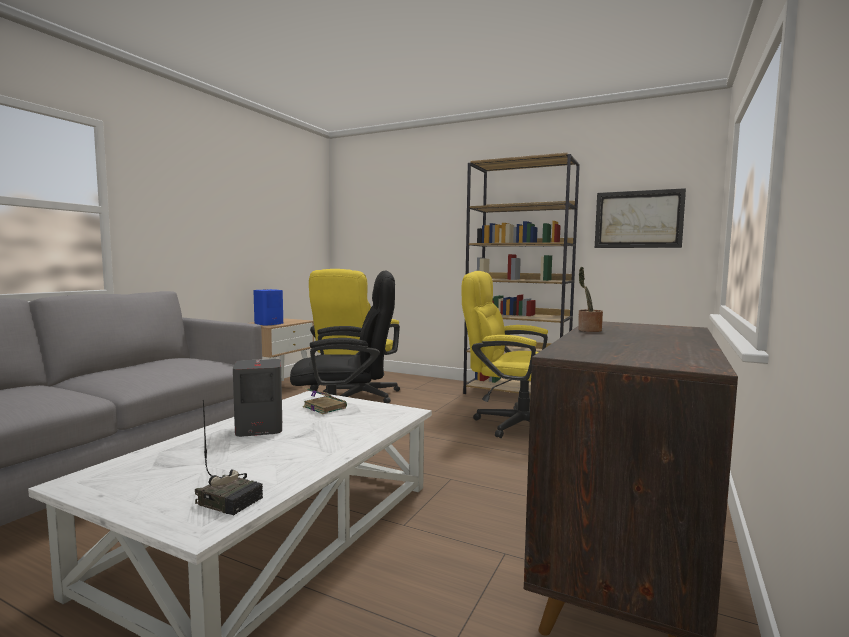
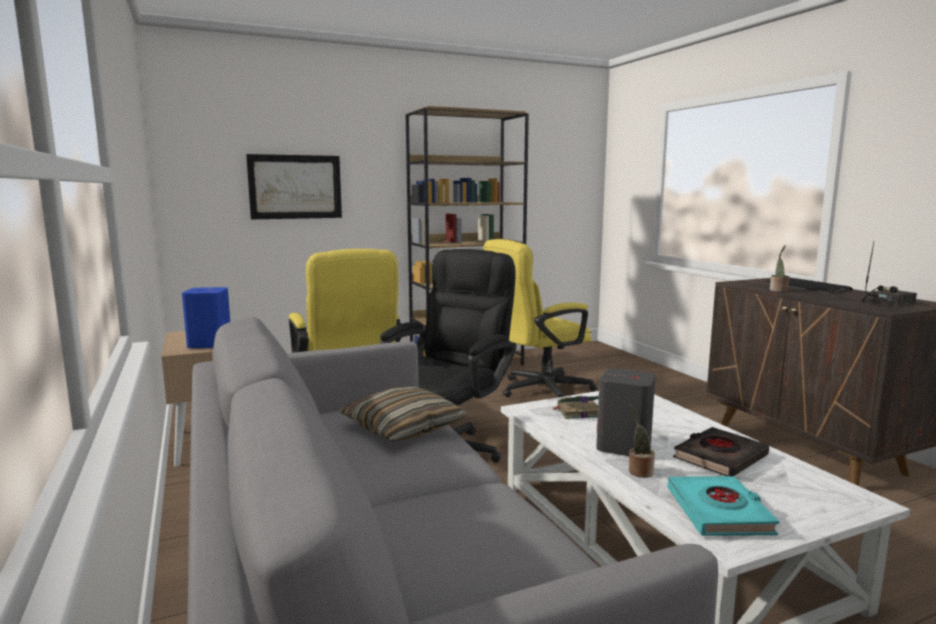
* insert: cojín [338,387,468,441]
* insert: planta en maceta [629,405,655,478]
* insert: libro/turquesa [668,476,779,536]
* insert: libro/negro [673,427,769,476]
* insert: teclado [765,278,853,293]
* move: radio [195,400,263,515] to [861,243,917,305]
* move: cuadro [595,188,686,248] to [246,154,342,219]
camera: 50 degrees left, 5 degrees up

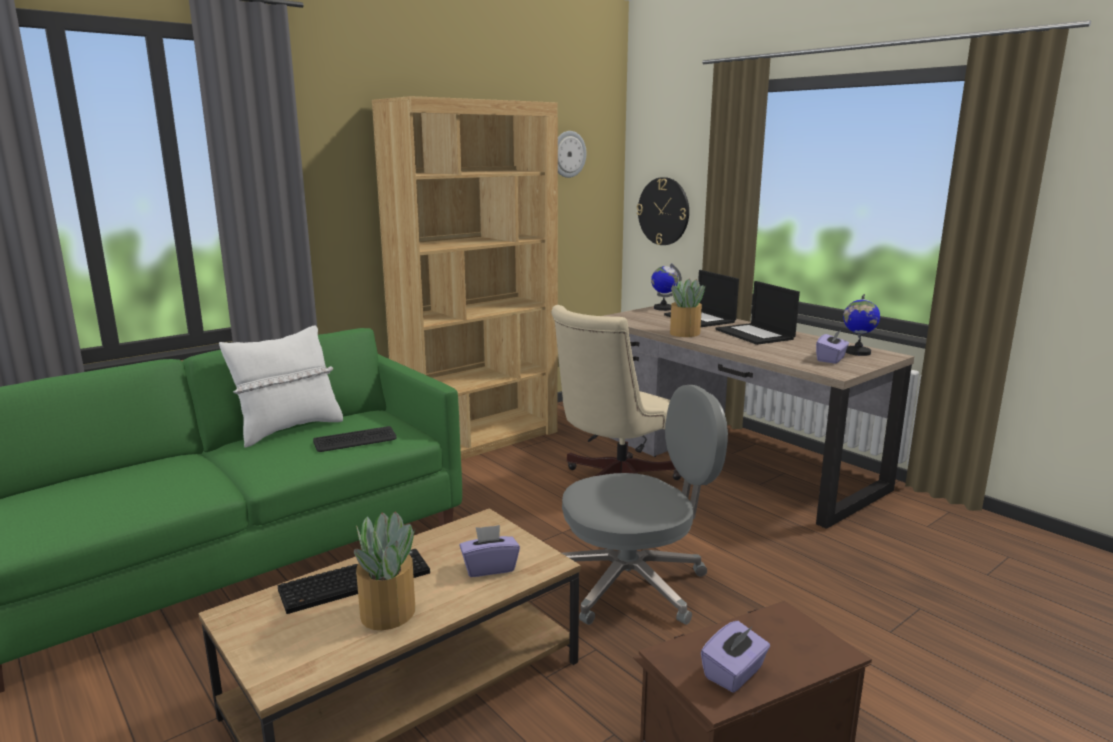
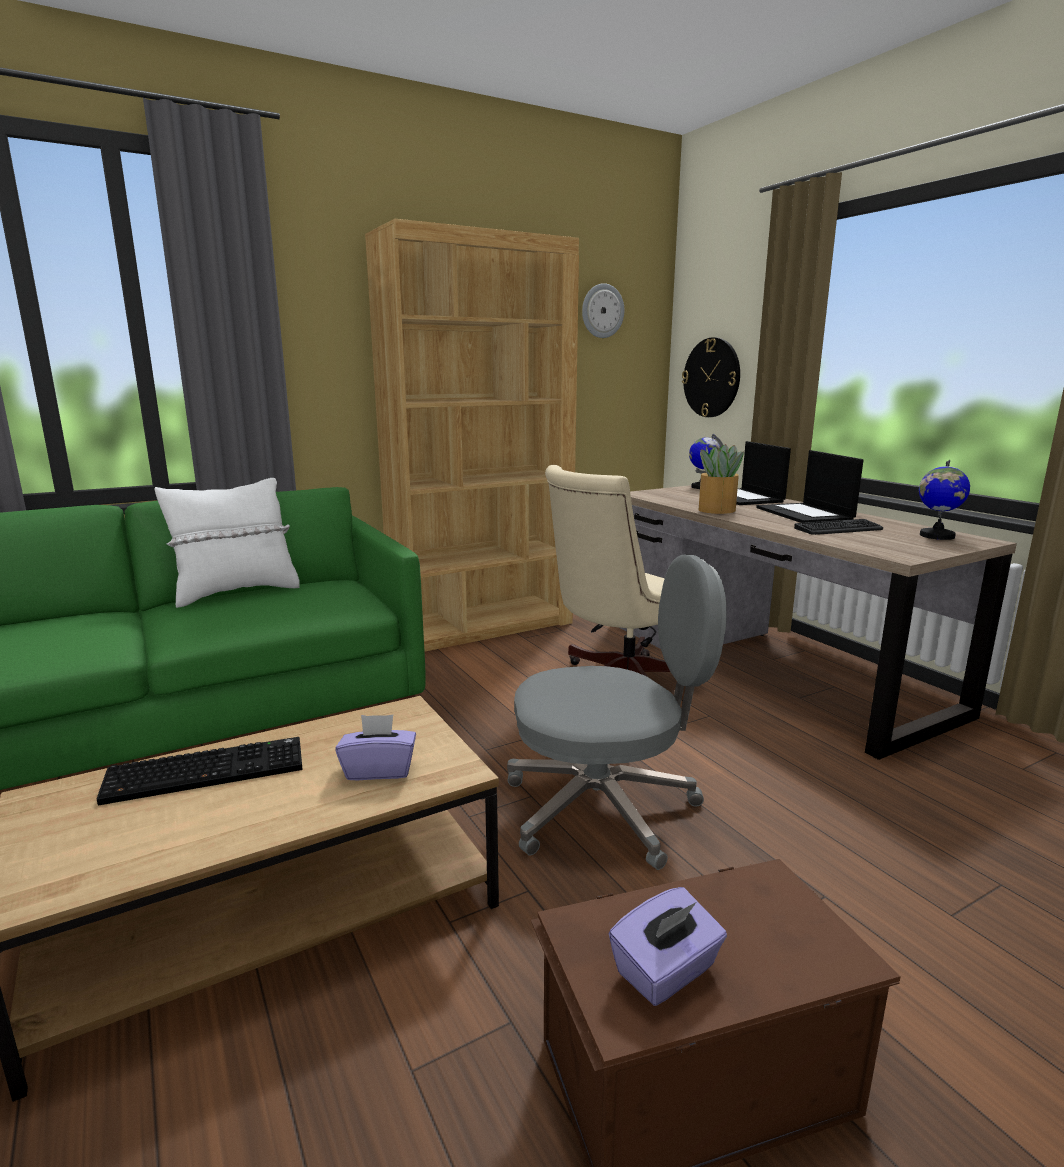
* delete: planta en maceta [354,512,415,630]
* delete: caja de pañuelos/morado [816,330,849,364]
* move: teclado [313,426,397,452] to [794,519,883,535]
camera: 10 degrees right, 0 degrees up

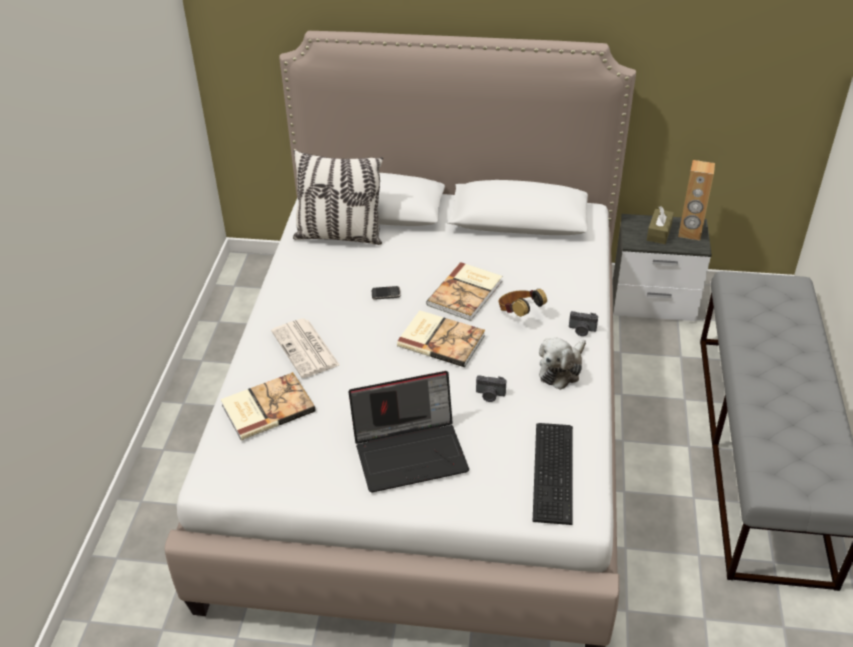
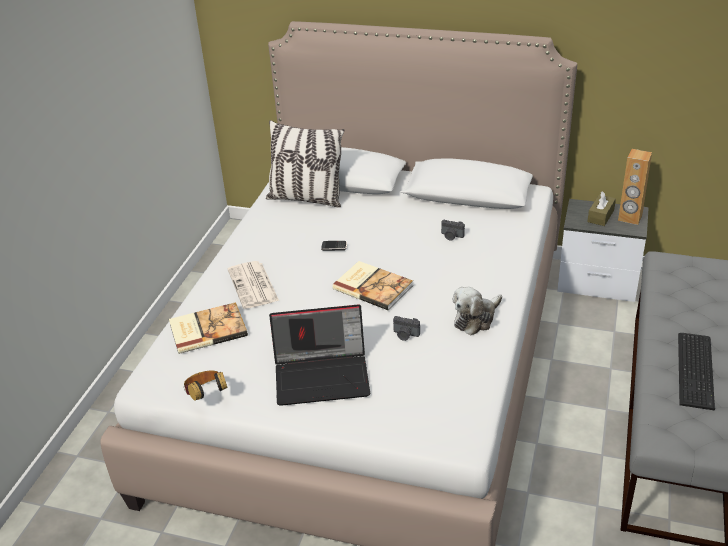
* delete: libro [426,262,502,321]
* move: auriculares [498,288,547,317] to [184,371,228,401]
* move: teclado [533,423,573,525] to [678,333,715,411]
* move: cámara [569,311,598,336] to [441,220,465,241]
camera: 10 degrees right, 5 degrees down

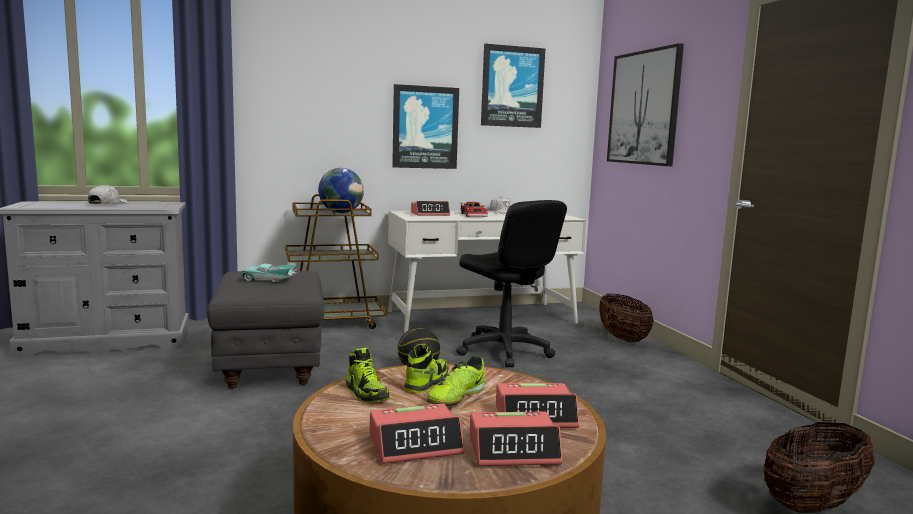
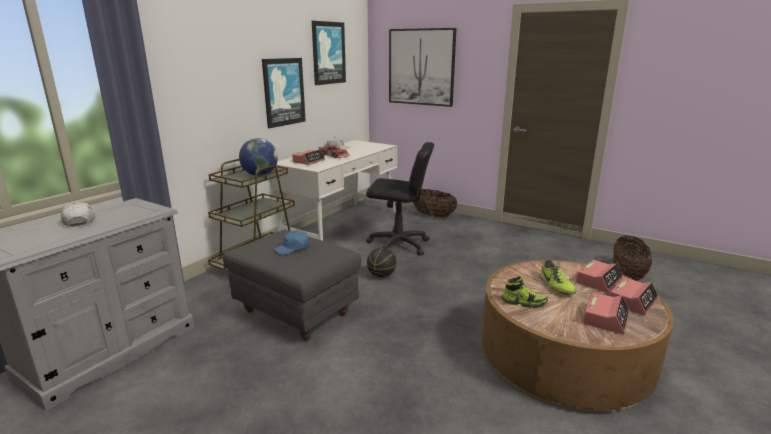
* delete: zapato [404,344,448,393]
* replace: coche de juguete/turquesa [242,264,298,283] to gorra/azul [274,231,310,255]
camera: 40 degrees left, 10 degrees up

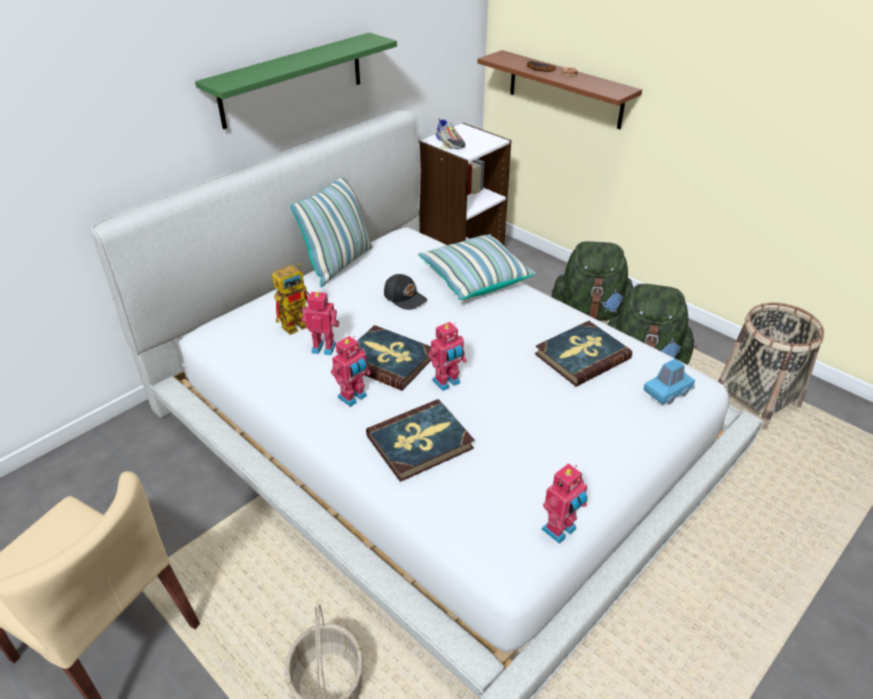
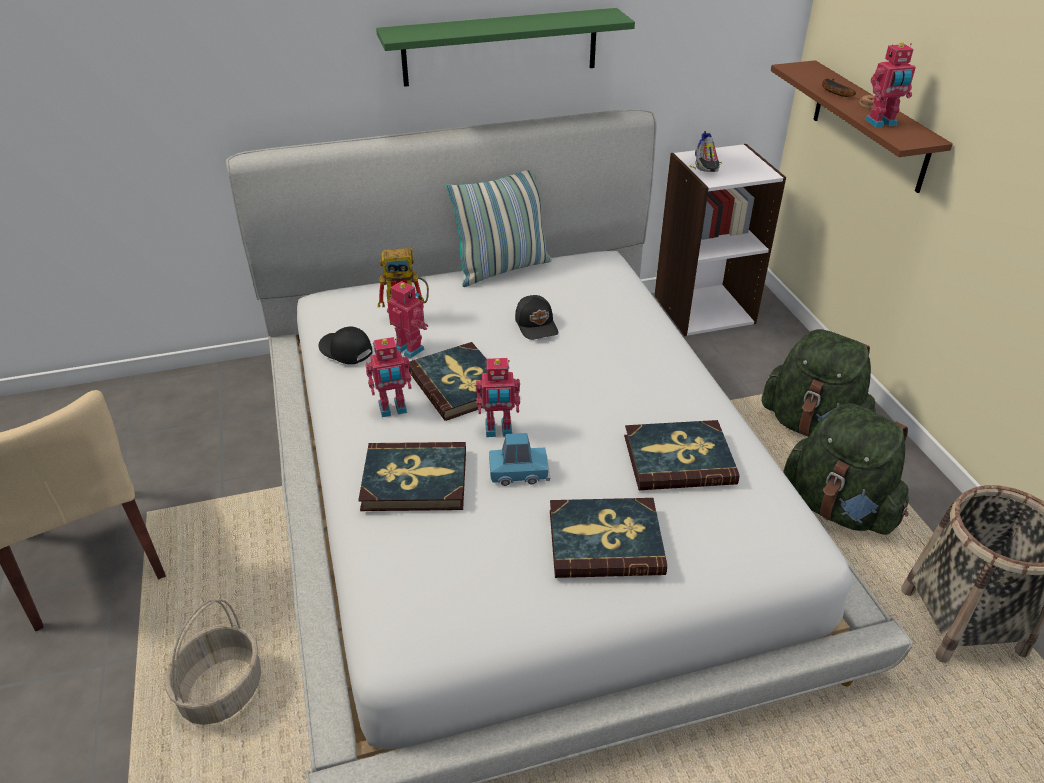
* delete: cojín [418,234,536,300]
* insert: gorra/negro [319,327,372,364]
* insert: libro [550,498,667,578]
* move: robot de juguete [542,463,587,544] to [865,42,916,128]
* move: coche de juguete/azul [644,359,695,404] to [489,433,550,486]
camera: 30 degrees right, 0 degrees up

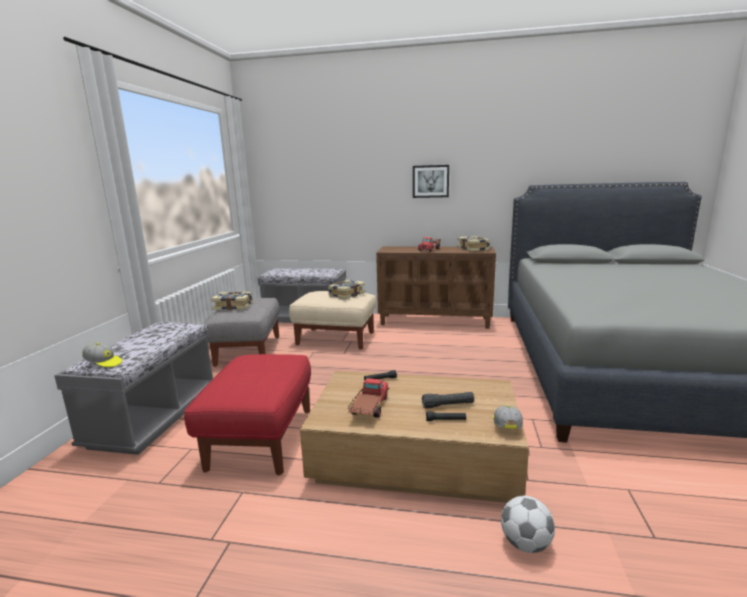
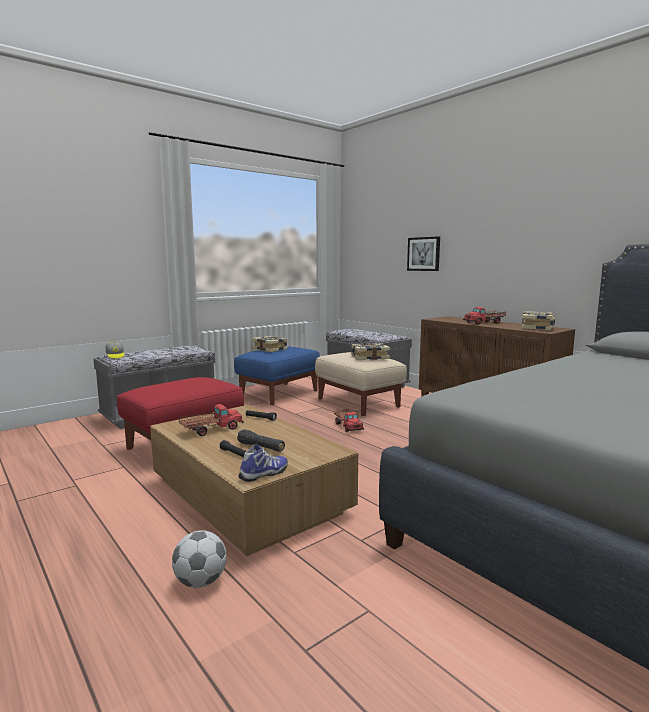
* insert: camión de juguete [334,409,364,432]
* move: cuadro [413,165,449,198] to [407,236,440,271]
* replace: gorra [493,405,523,429] to zapato [238,445,288,482]
* recolor: puf/gris [203,298,279,367] to puf/azul [234,346,320,405]
camera: 40 degrees right, 5 degrees down

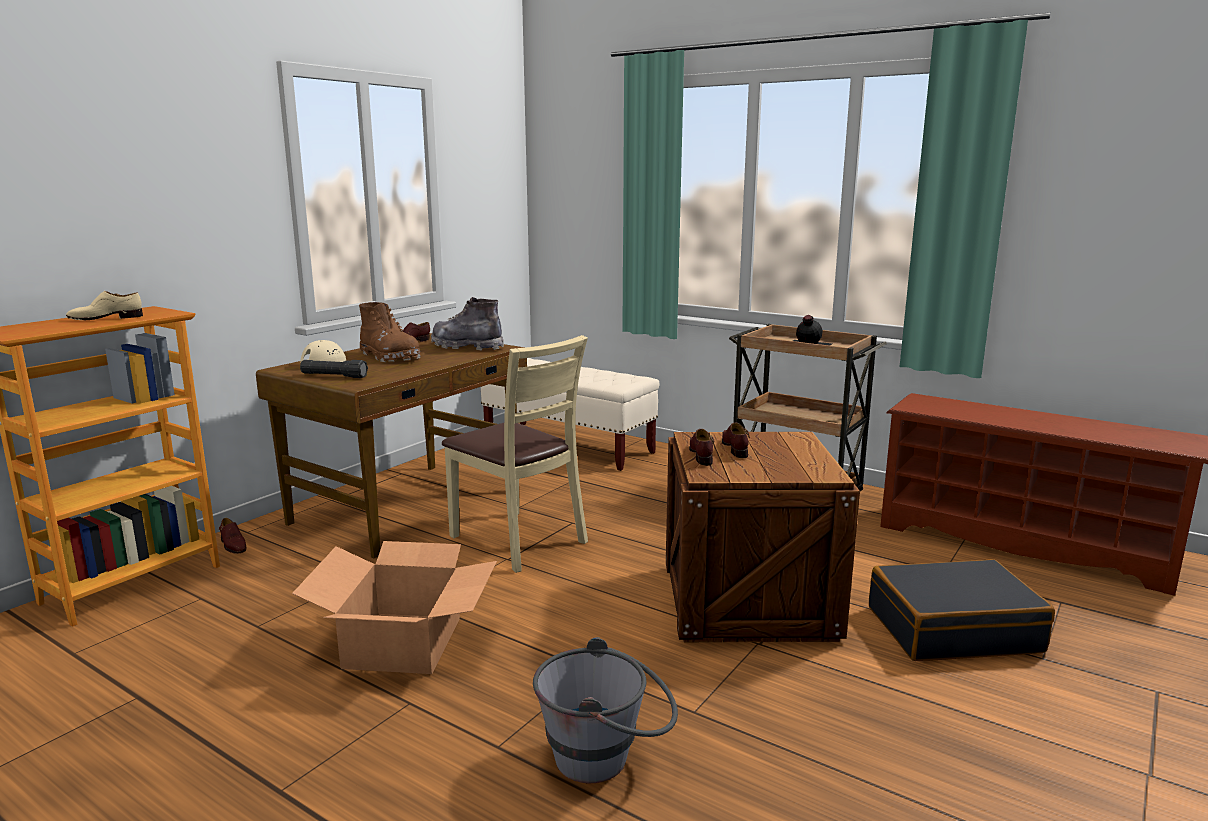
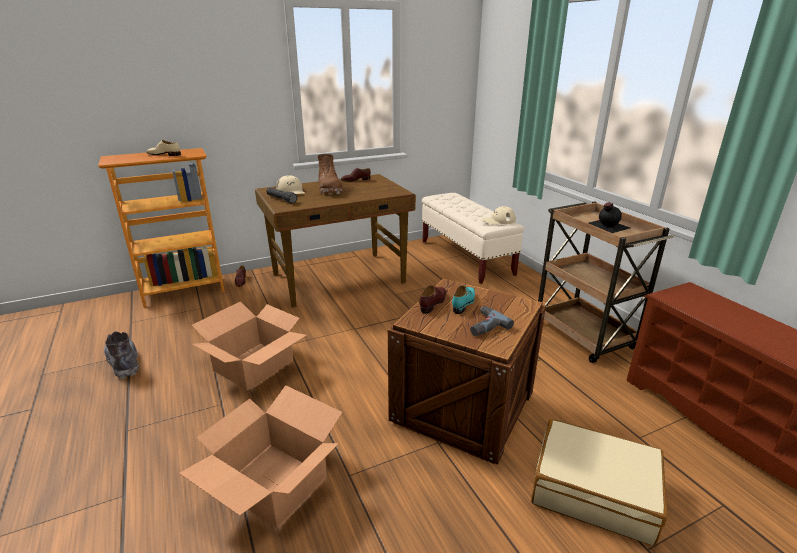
* delete: silla/beis [442,335,588,573]
* insert: taladro [470,306,514,336]
* insert: gorra/beis [482,206,516,225]
* move: bota/gris [431,297,504,350] to [104,331,139,379]
* replace: cubo/gris [533,637,678,783] to caja de cartón [179,385,342,528]
* recolor: zapato/marrón [722,423,750,458] to zapato/turquesa [452,285,475,314]
* recolor: maleta/negro [869,559,1055,661] to maleta/beis [531,419,667,545]
camera: 30 degrees right, 10 degrees up

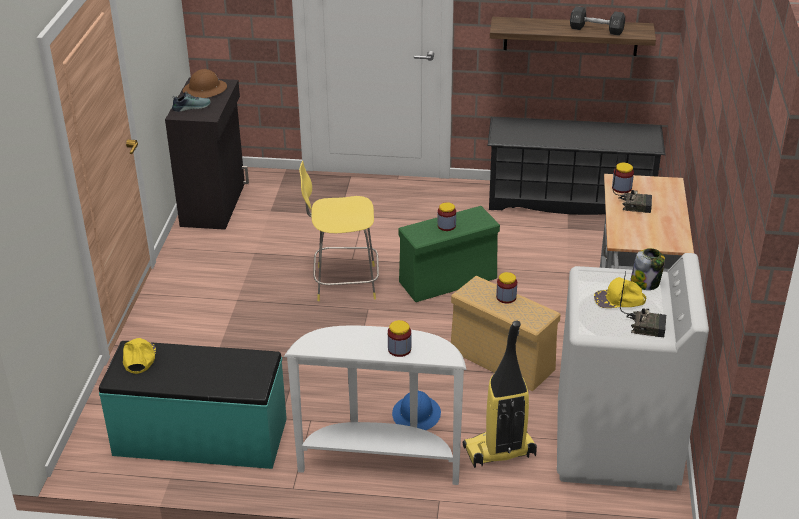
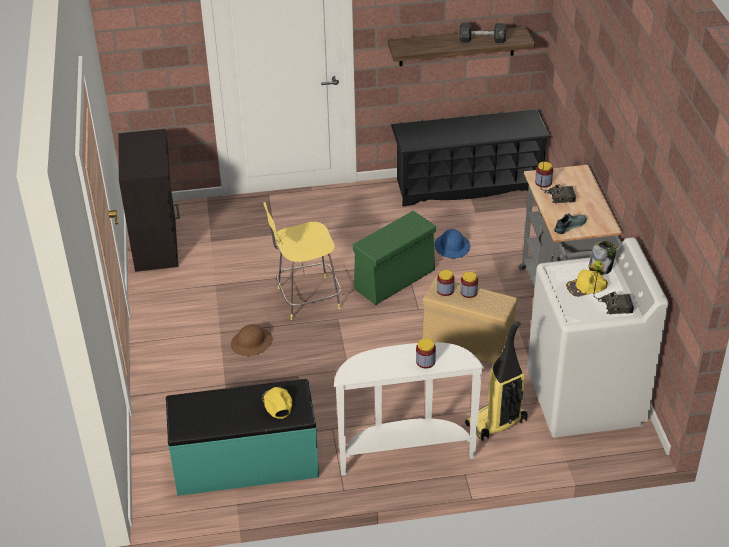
* move: gorra/amarillo [123,338,156,374] to [262,387,292,419]
* move: zapato [172,92,211,112] to [554,213,587,234]
* move: casco/marrón [183,69,227,98] to [231,324,272,356]
* move: casco/azul [392,390,441,430] to [434,229,470,258]
* move: tarro [437,202,456,231] to [437,270,454,296]
camera: 15 degrees left, 5 degrees up

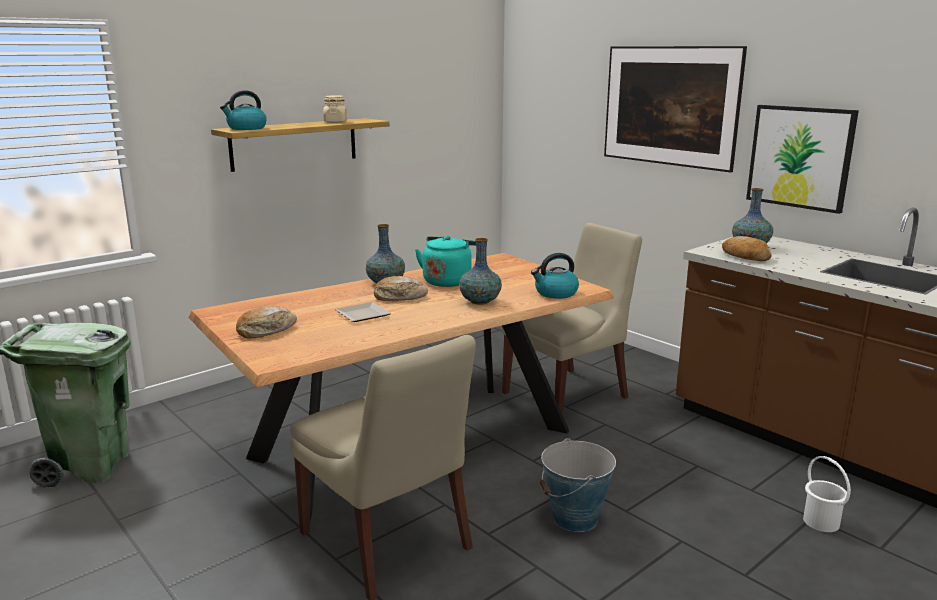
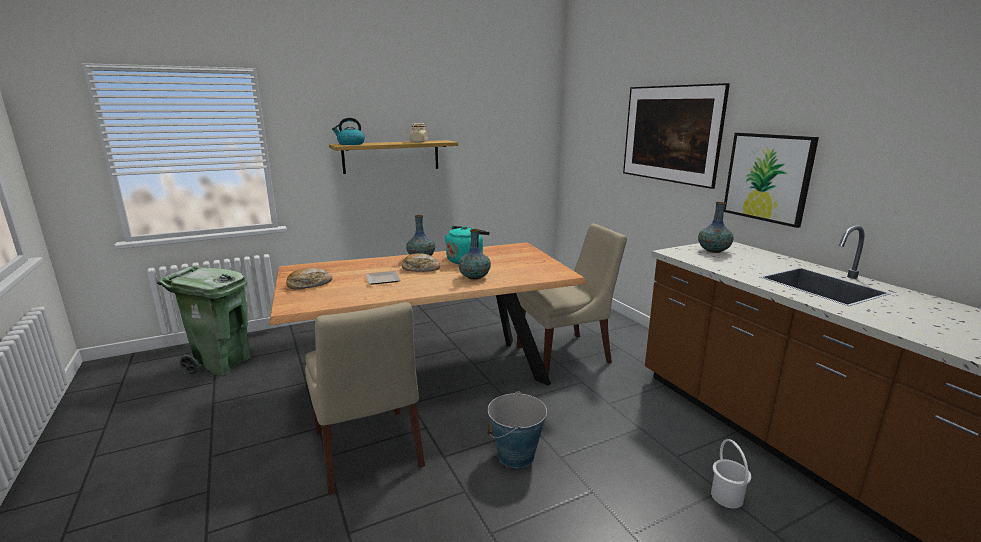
* delete: hervidor [531,253,579,299]
* delete: pan [722,236,771,261]
camera: 15 degrees right, 0 degrees up

